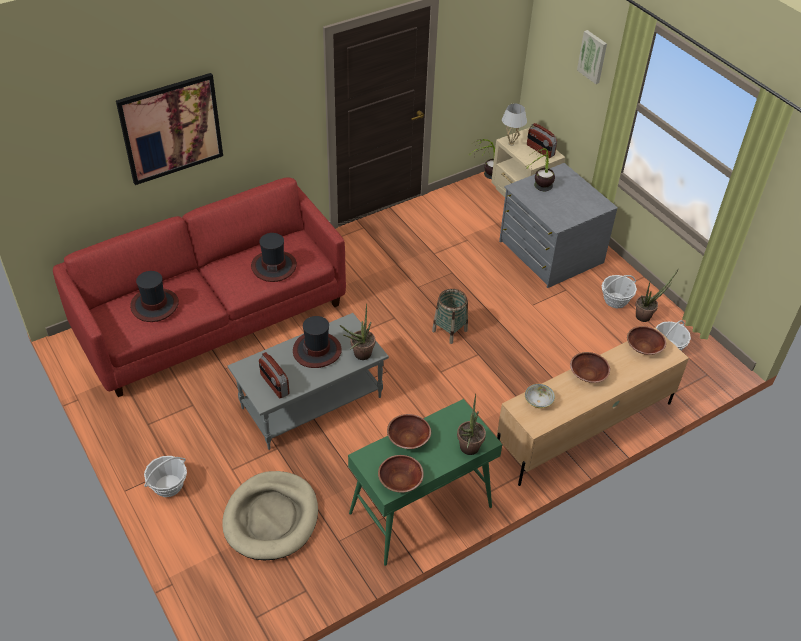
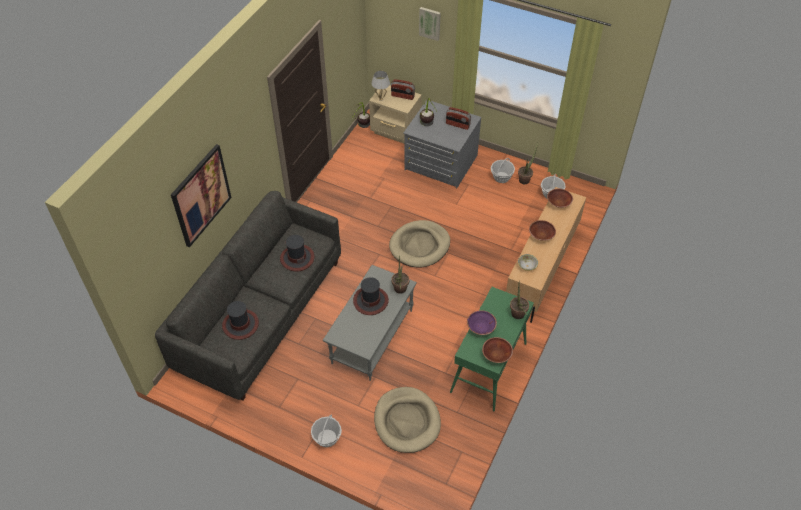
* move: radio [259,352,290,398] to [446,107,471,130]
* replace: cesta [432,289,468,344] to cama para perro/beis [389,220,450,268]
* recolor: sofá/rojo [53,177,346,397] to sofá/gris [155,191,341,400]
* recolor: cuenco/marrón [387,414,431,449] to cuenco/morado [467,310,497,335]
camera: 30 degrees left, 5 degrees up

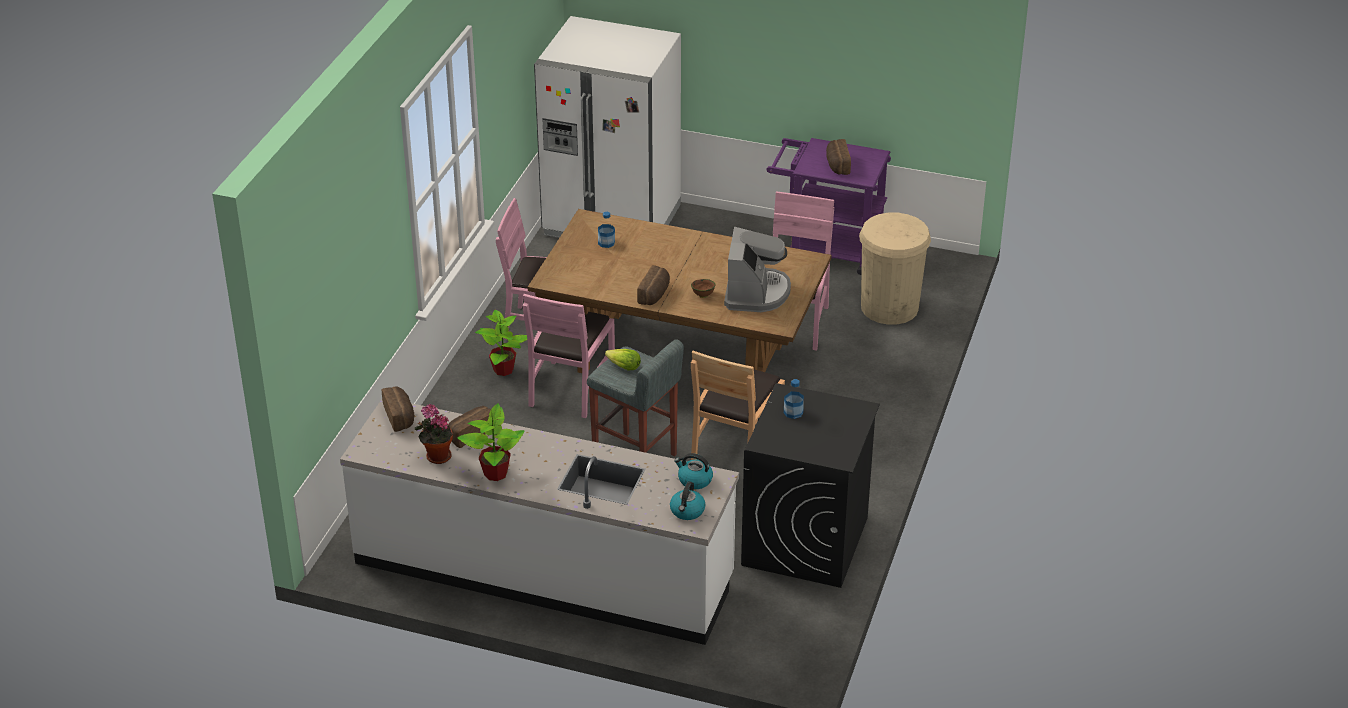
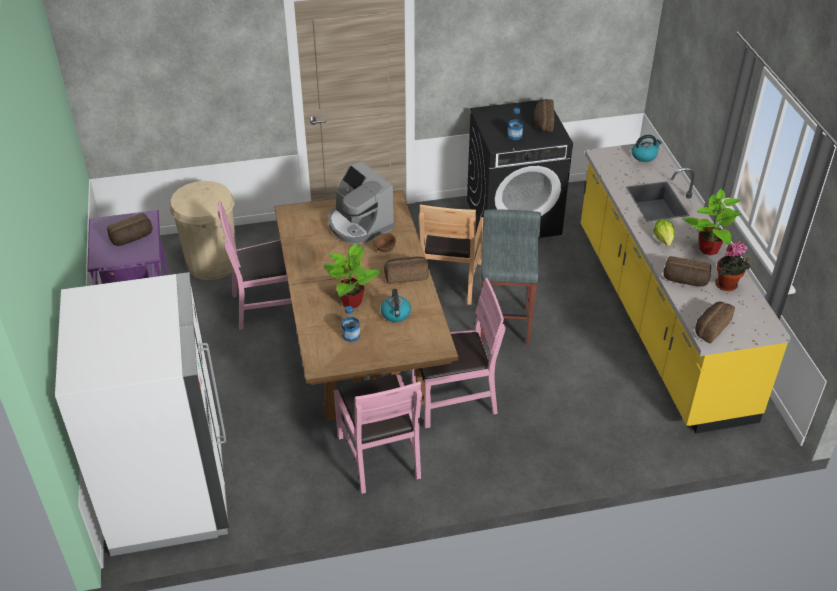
* insert: pan [534,99,554,132]
* move: planta en maceta [475,310,527,376] to [324,243,381,308]
* move: lechuga [605,349,641,371] to [653,219,675,246]
* move: hervidor [674,453,713,489] to [381,289,411,322]
* recolor: mueble bajo de cocina/blanco [340,399,739,645] to mueble bajo de cocina/amarillo [581,141,791,434]
* rotate: silla/marrón [691,350,785,460] = [419,204,483,305] 105 degrees clockwise
* rotate: cafetera [724,227,791,312] = [328,162,395,244] 105 degrees counterclockwise
camera: 120 degrees left, 5 degrees up

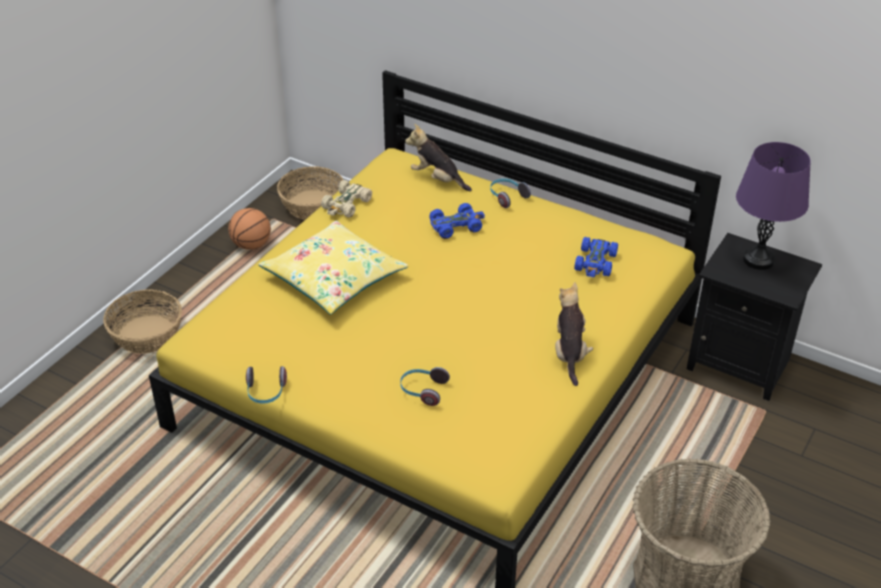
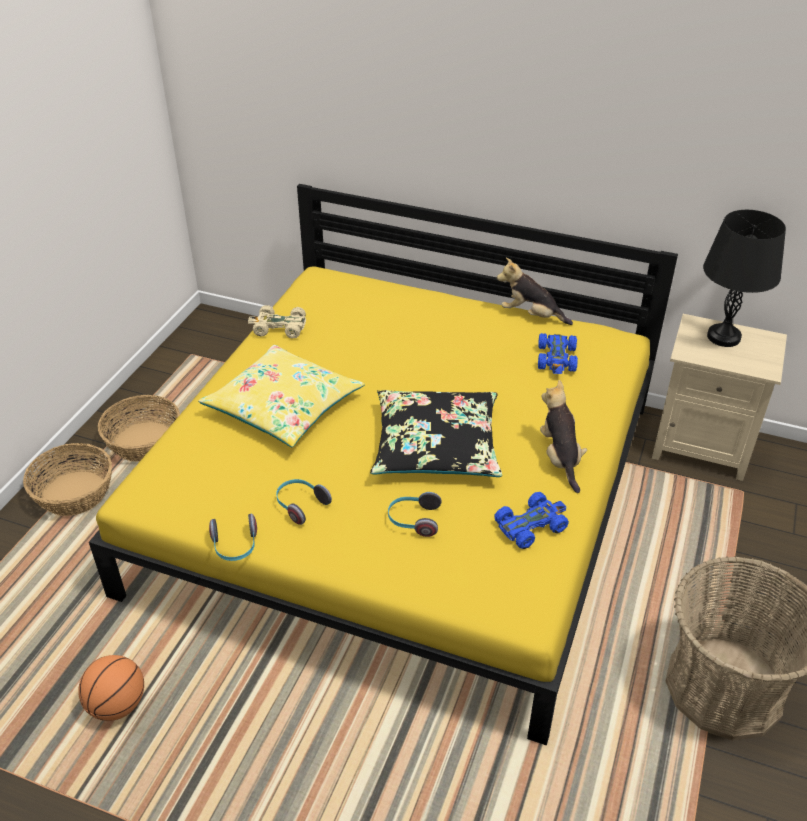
* insert: cojín/negro [370,390,502,477]
* move: balón de baloncesto [228,208,271,250] to [78,655,144,721]
* move: cesta [277,166,343,220] to [98,395,180,462]
* move: peluche [405,124,472,191] to [497,257,573,325]
* move: coche de juguete/azul [429,203,485,239] to [495,492,569,549]
* move: auriculares [490,178,531,208] to [276,479,332,525]
* recolor: mesita de noche/negro [687,233,822,401] to mesita de noche/beis [652,314,787,481]
* recolor: lámpara de mesa/morado [736,142,811,270] to lámpara de mesa/negro [703,210,786,347]
* rotate: coche de juguete/beis [321,180,372,218] = [248,305,306,339] 75 degrees clockwise
camera: 10 degrees left, 0 degrees up

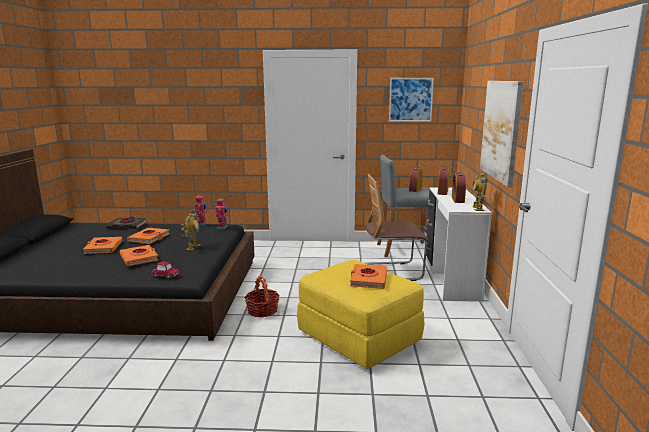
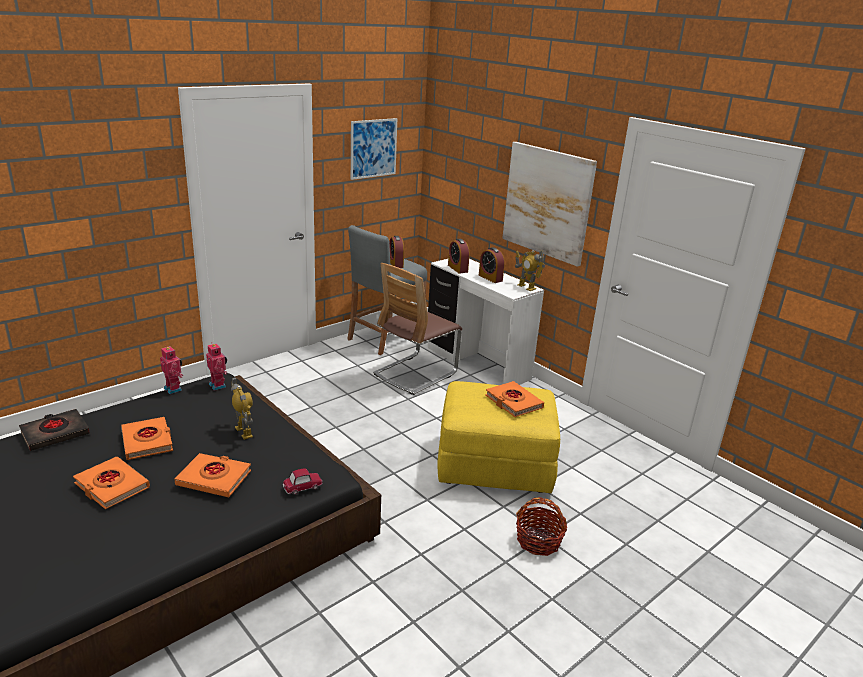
* move: cesta [244,276,280,317] to [516,497,567,556]
camera: 45 degrees left, 10 degrees up

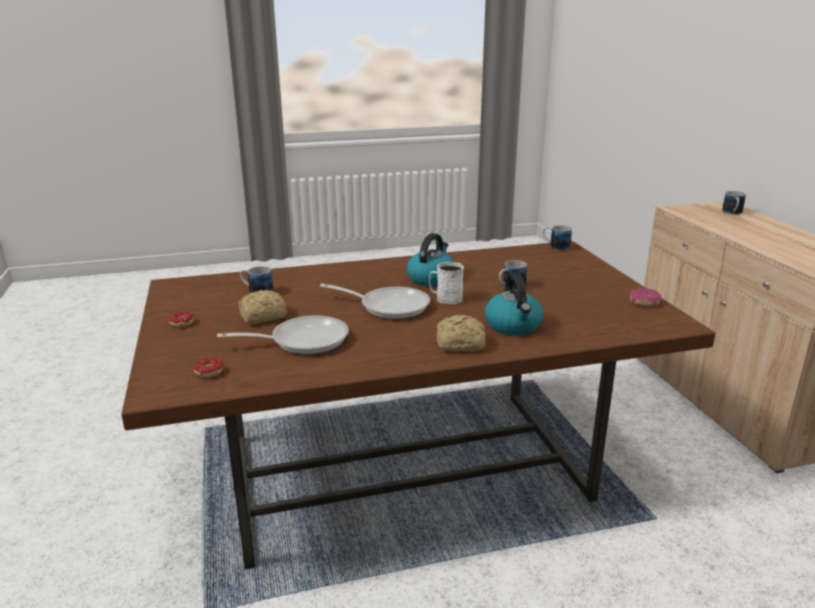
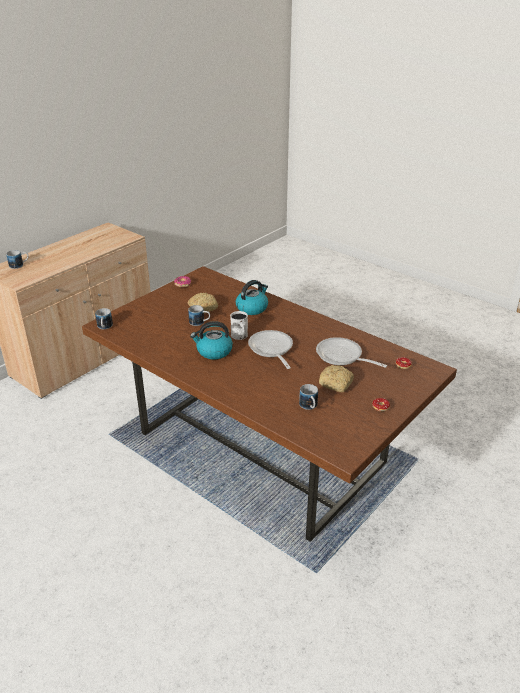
* move: pan [437,314,486,352] to [188,293,218,314]
camera: 125 degrees left, 10 degrees up

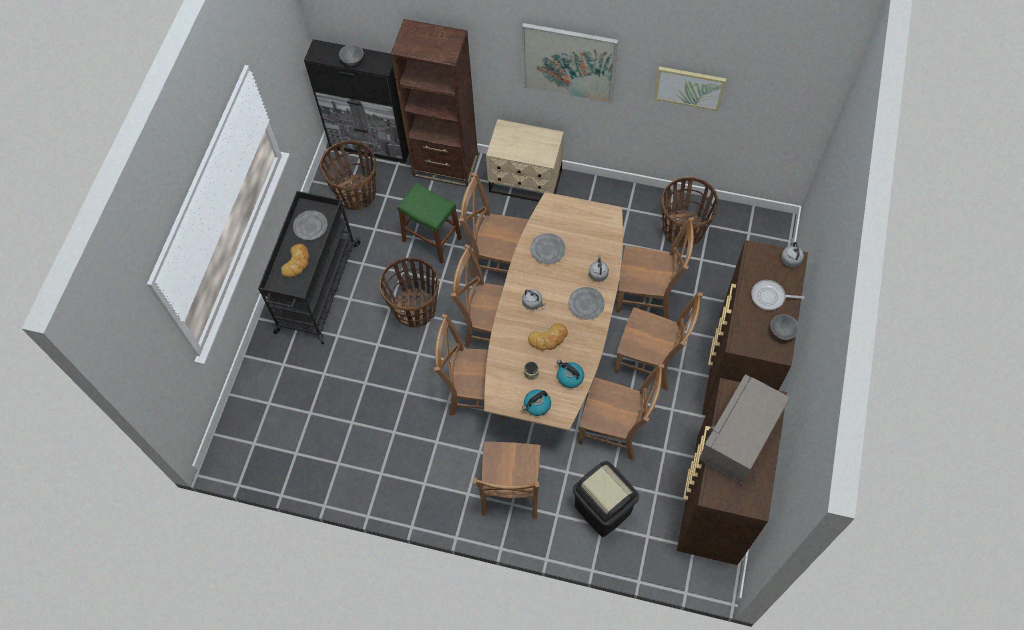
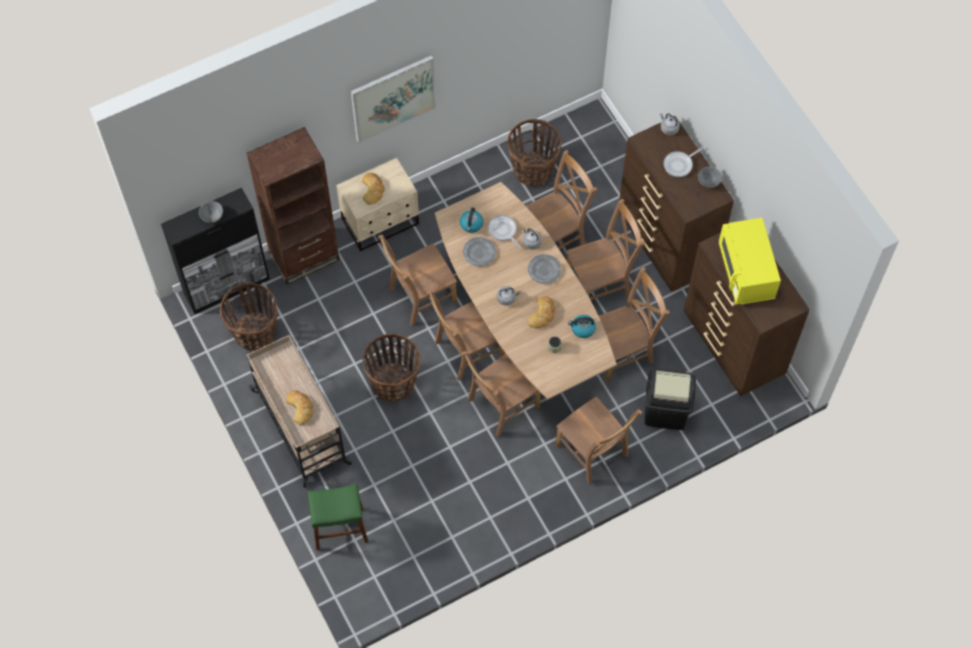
* delete: plato/gris [293,210,328,240]
* delete: cuadro [654,66,726,111]
* insert: pan [362,173,385,205]
* insert: sartén [488,215,521,249]
* move: taburete/verde [397,183,462,264] to [308,484,368,550]
* move: hervidor [522,390,551,416] to [460,208,484,233]
* recolor: carrito/negro [258,191,361,344] to carrito/beis [247,335,352,488]
* recolor: microondas/gris [699,374,790,484] to microondas/amarillo [719,218,781,305]
camera: 45 degrees left, 0 degrees up

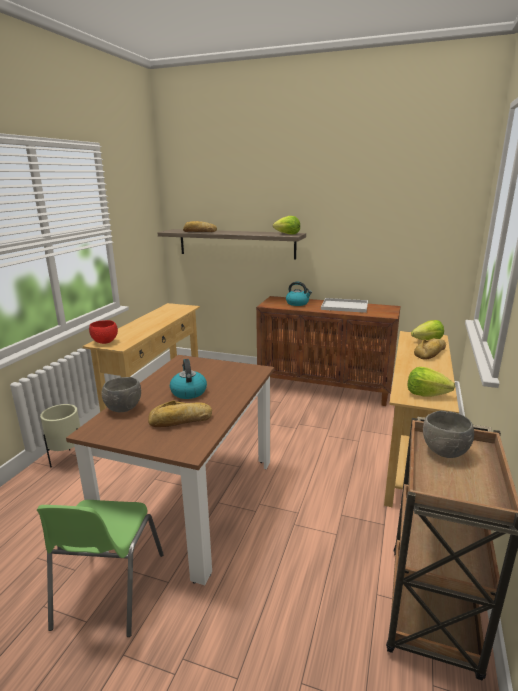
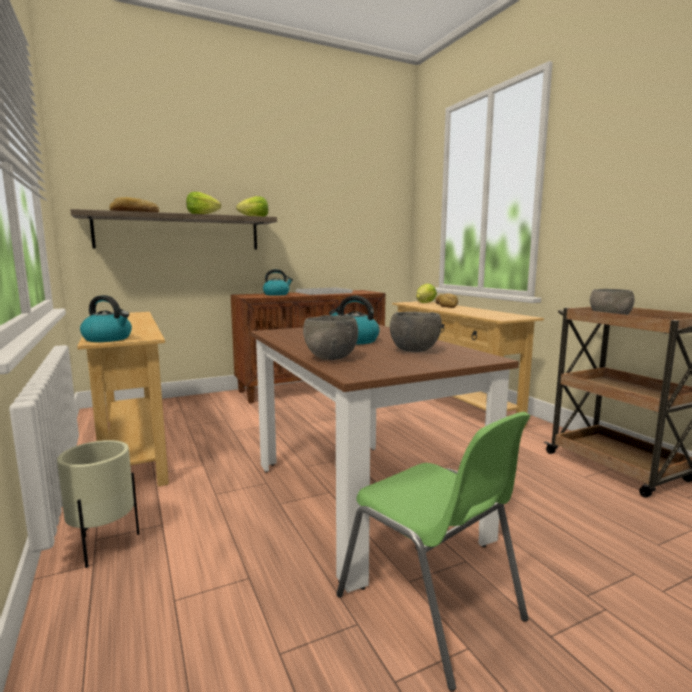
* move: lechuga [408,367,455,397] to [186,192,221,214]
* replace: cuenco/rojo [89,320,118,344] to hervidor [80,295,132,342]
* replace: pan [148,400,212,427] to cuenco/gris [390,312,442,352]
camera: 45 degrees left, 10 degrees down

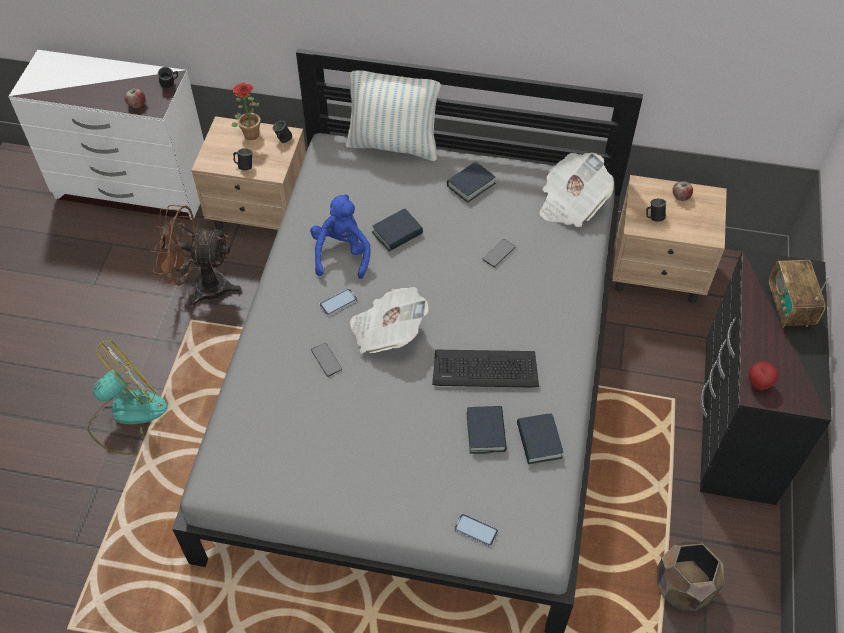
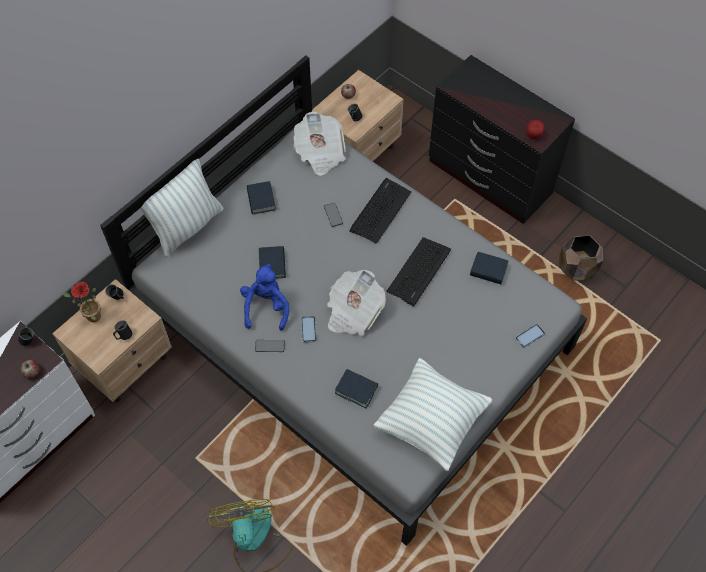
* delete: ventilador/marrón [150,205,241,308]
* delete: radio [769,260,829,328]
* insert: teclado [349,178,411,244]
* insert: cojín [374,358,492,471]
* move: móvil [311,343,342,377] to [255,340,285,352]
* move: libro [467,406,507,454] to [335,369,378,409]
* rotate: peluche/azul [310,194,370,279] = [240,264,289,331] 60 degrees clockwise
camera: 60 degrees left, 5 degrees up

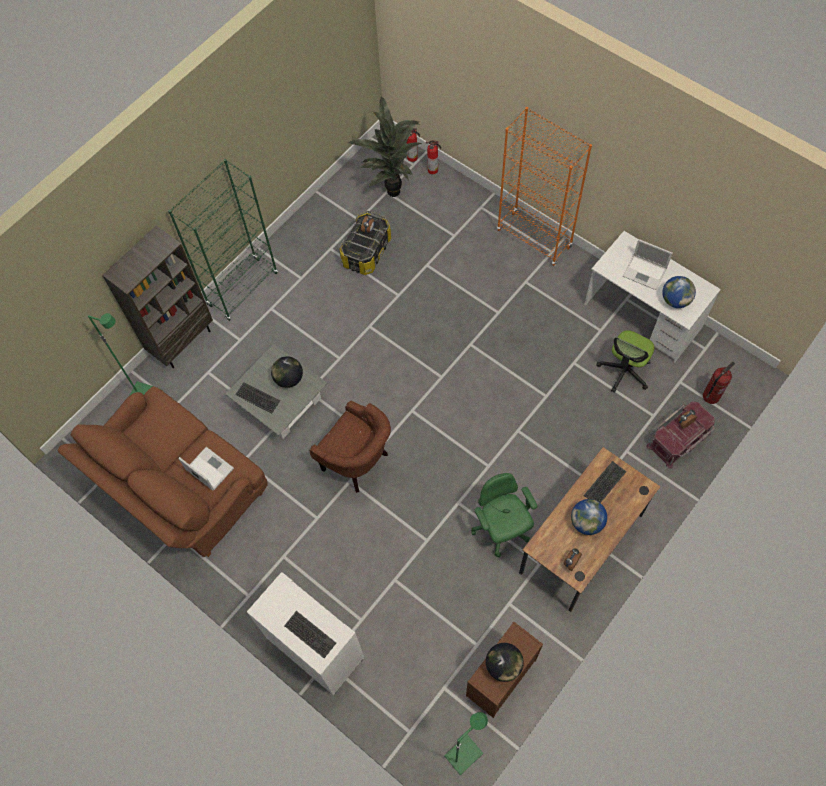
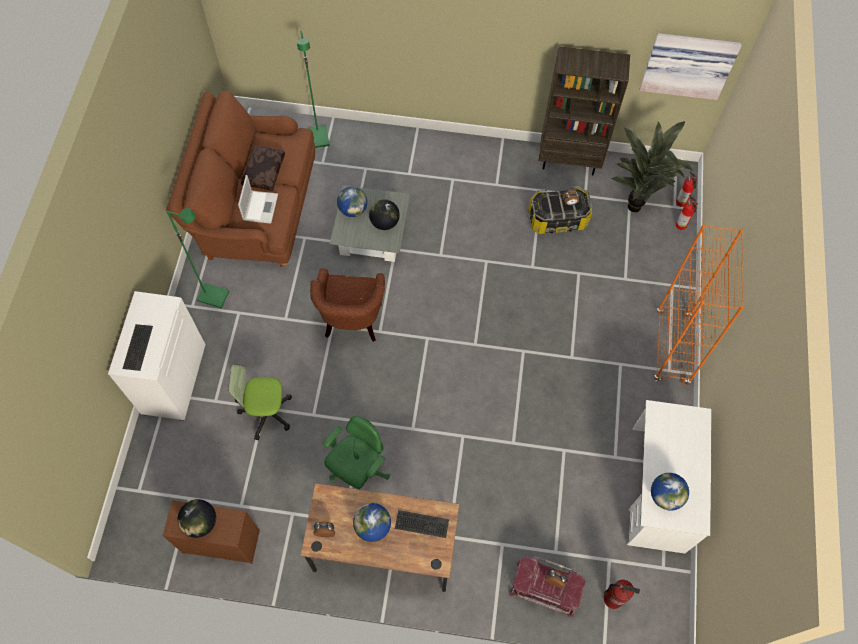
* delete: estantería/verde [168,159,278,321]
* delete: portátil [623,239,672,290]
* insert: cojín/marrón [241,145,285,191]
* insert: cuadro [640,33,742,100]
* move: estantería/marrón [102,226,213,368] to [539,46,630,175]
* move: lámpara de pie/verde [444,712,488,775] to [166,208,230,308]
* move: silla de oficina [597,330,654,393] to [228,364,292,440]
* replace: teclado [235,382,280,414] to globo terráqueo [337,187,367,217]
camera: 55 degrees right, 0 degrees up

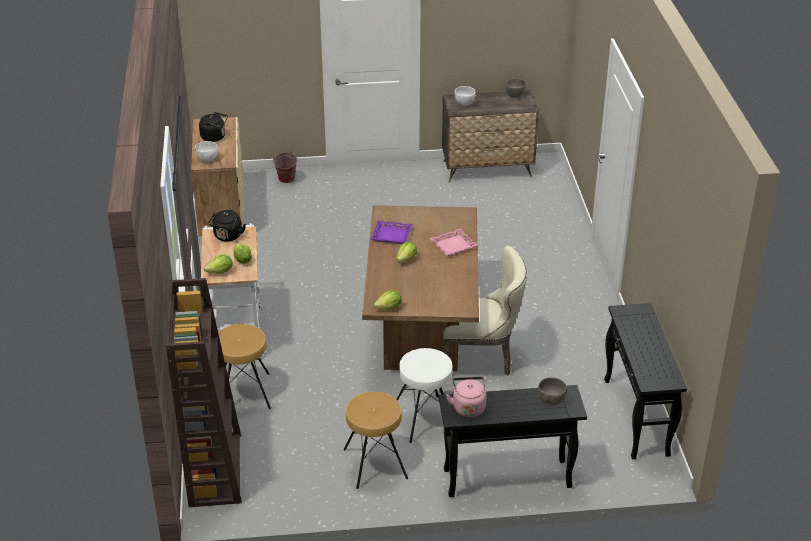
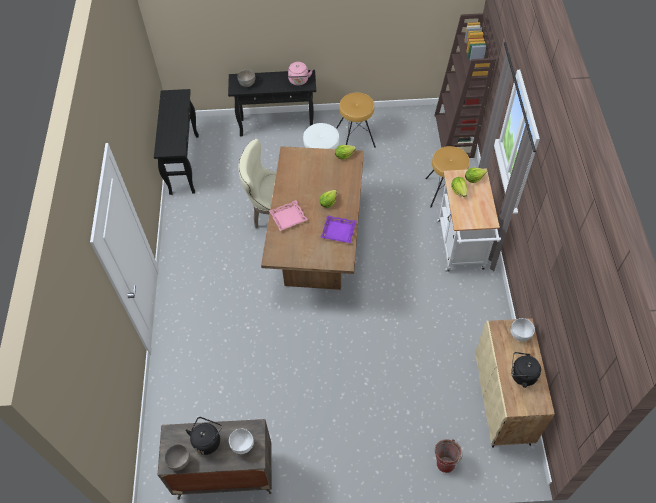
* move: hervidor/negro [208,210,246,242] to [185,417,222,455]
camera: 175 degrees left, 20 degrees up

